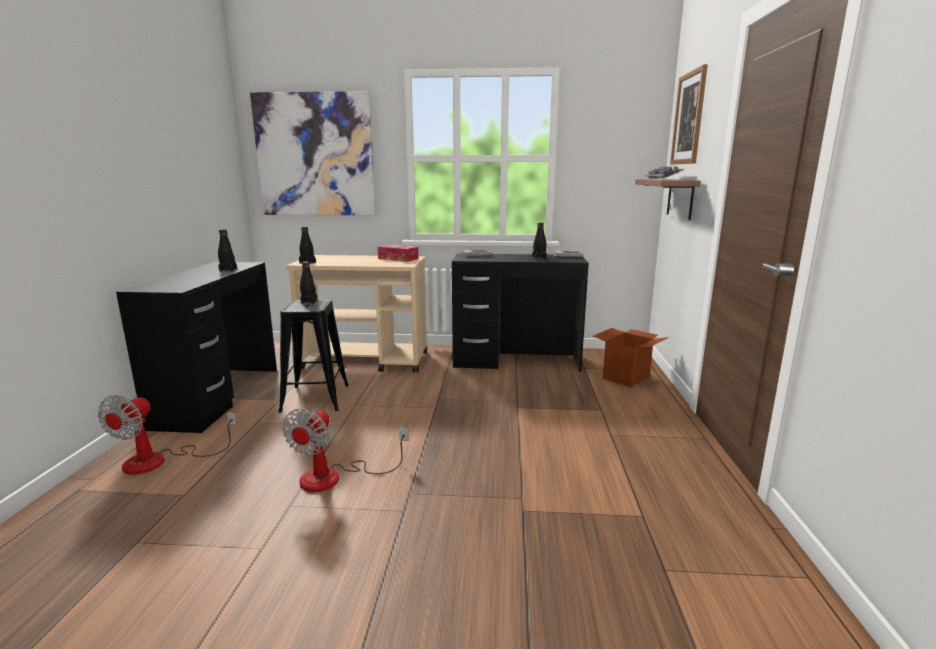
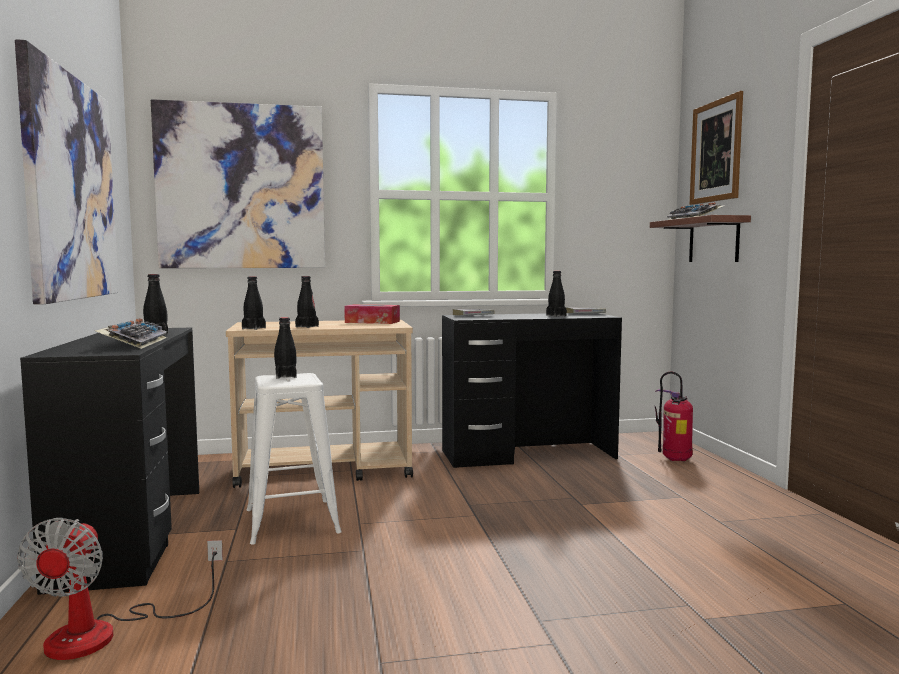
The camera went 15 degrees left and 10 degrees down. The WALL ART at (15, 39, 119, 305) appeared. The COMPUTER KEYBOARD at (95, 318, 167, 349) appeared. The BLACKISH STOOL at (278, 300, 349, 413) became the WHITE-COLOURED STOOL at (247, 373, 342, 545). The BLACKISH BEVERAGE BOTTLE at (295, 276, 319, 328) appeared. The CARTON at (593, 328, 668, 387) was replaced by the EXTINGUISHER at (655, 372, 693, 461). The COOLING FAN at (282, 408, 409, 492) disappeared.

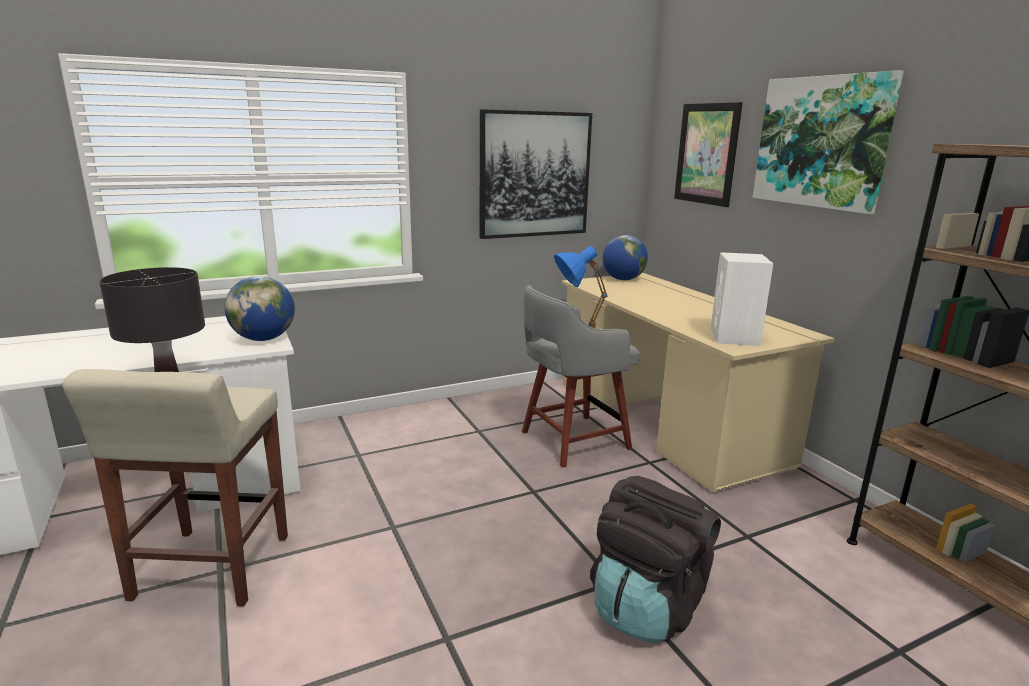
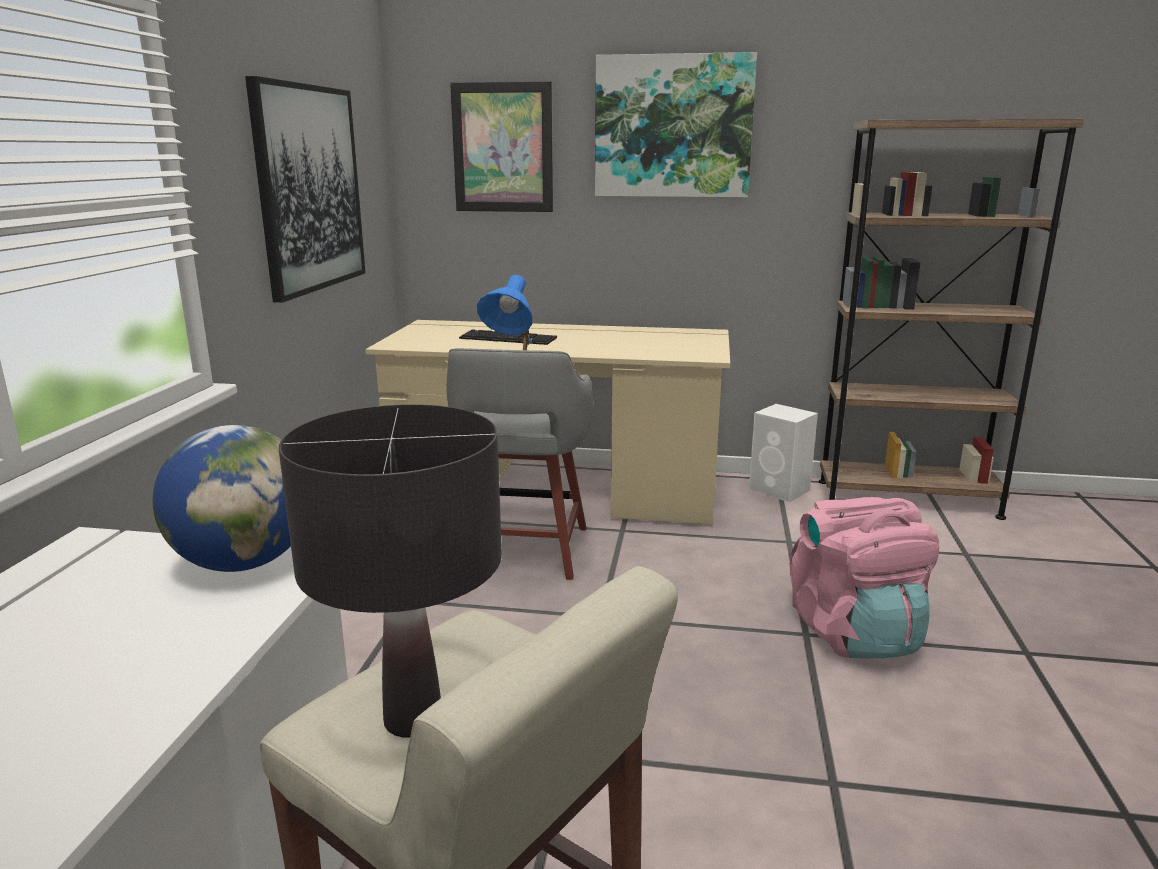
The camera went 55 degrees left and 0 degrees up. The COMPUTER KEYBOARD at (459, 329, 557, 345) appeared. The WHITE-COLOURED LOUDSPEAKER moved from (710, 252, 773, 346) to (749, 404, 818, 502). The BLACKISH RUCKSACK at (590, 476, 721, 643) became the PINKISH RUCKSACK at (790, 497, 939, 658). The DESK GLOBE at (602, 235, 648, 280) disappeared.

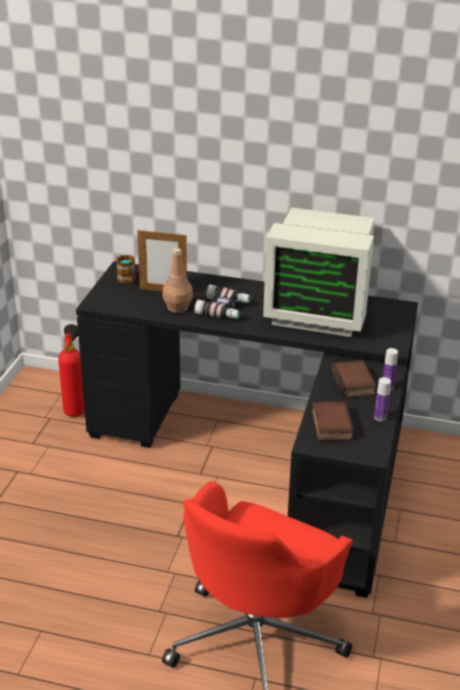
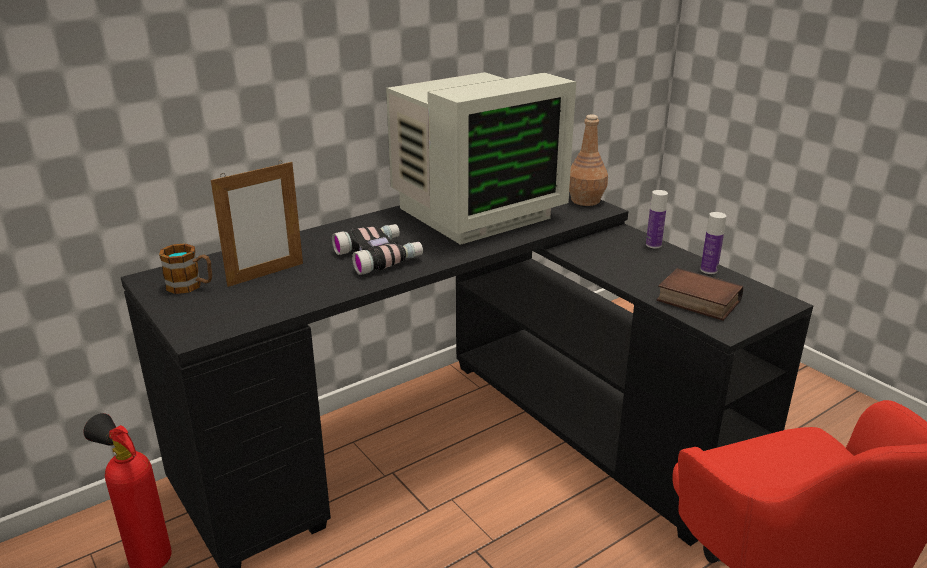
The camera went 50 degrees left and 5 degrees down. The BROWN-COLOURED BEVERAGE BOTTLE moved from (163, 248, 193, 313) to (569, 115, 608, 206). The BOOK at (331, 360, 376, 398) disappeared.

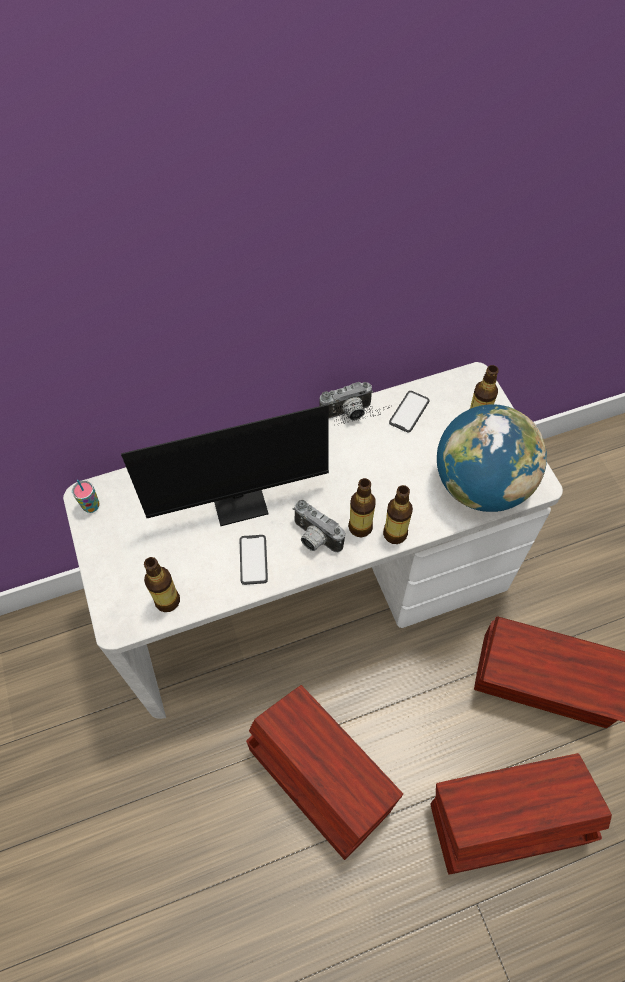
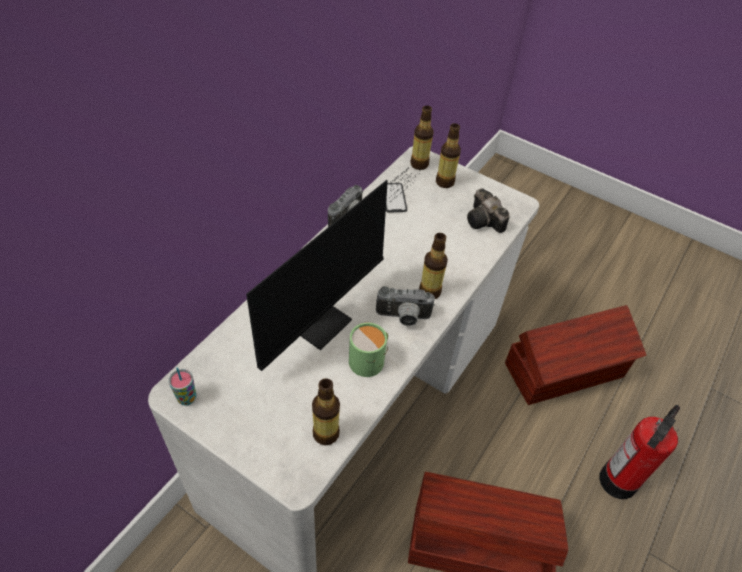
The camera went 40 degrees left and 10 degrees down. The PHONE at (240, 535, 268, 585) was replaced by the GREEN COFFEE MUG at (349, 323, 388, 377). The BEVERAGE BOTTLE moved from (383, 485, 413, 544) to (410, 106, 434, 170). The DESK GLOBE at (437, 404, 547, 512) was replaced by the PHOTO CAMERA at (467, 188, 510, 233). The BROWN-COLOURED STORAGE BOX at (430, 753, 612, 875) was replaced by the EXTINGUISHER at (599, 405, 680, 499).

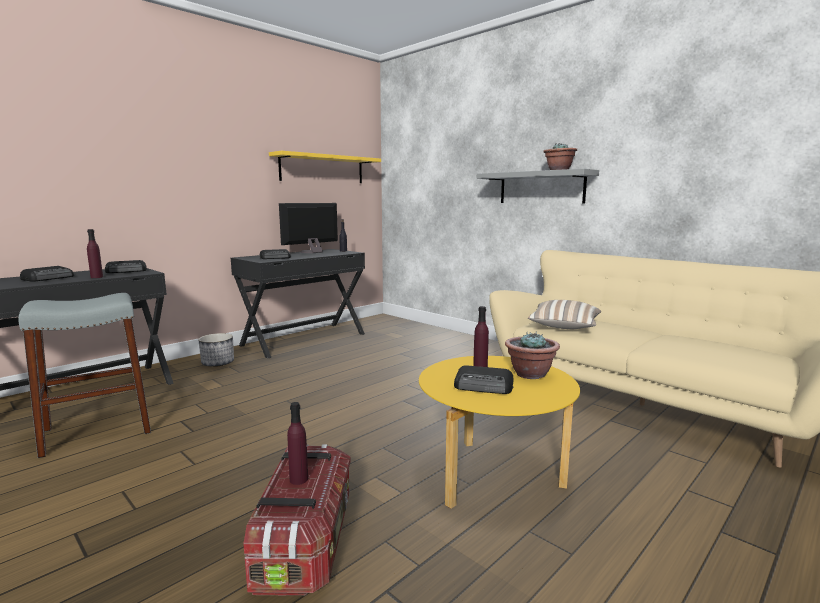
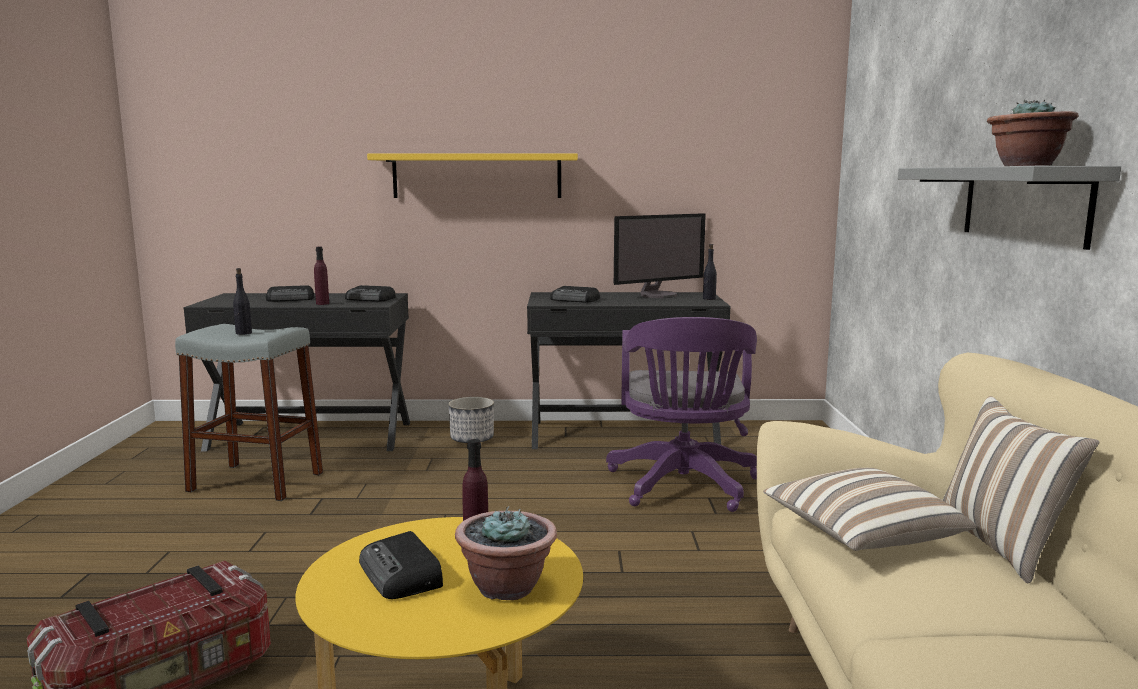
The camera went 45 degrees right and 0 degrees up. The BLACKISH BEVERAGE BOTTLE at (233, 268, 252, 335) appeared. The YELLOW SHELF moved from (269, 151, 381, 183) to (367, 154, 578, 198). The PURPLE-COLOURED DESK CHAIR at (606, 317, 757, 512) appeared. The COMPUTER SCREEN at (279, 203, 338, 253) turned 150 degrees clockwise. The THROW PILLOW at (943, 396, 1100, 583) appeared. The PURPLE-COLOURED BEVERAGE BOTTLE at (287, 402, 308, 485) disappeared.

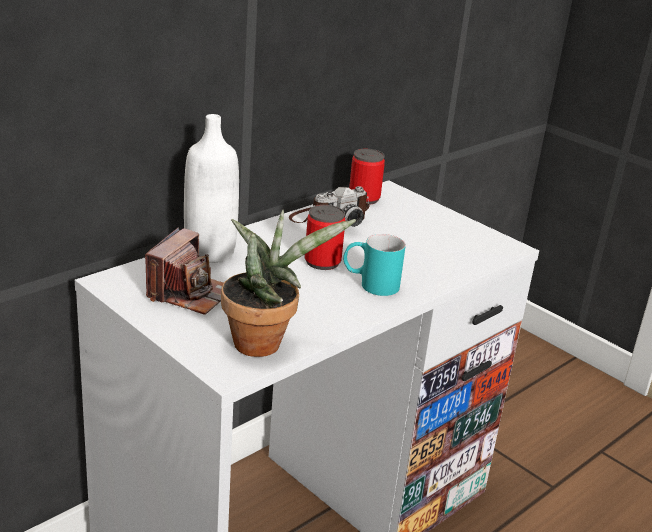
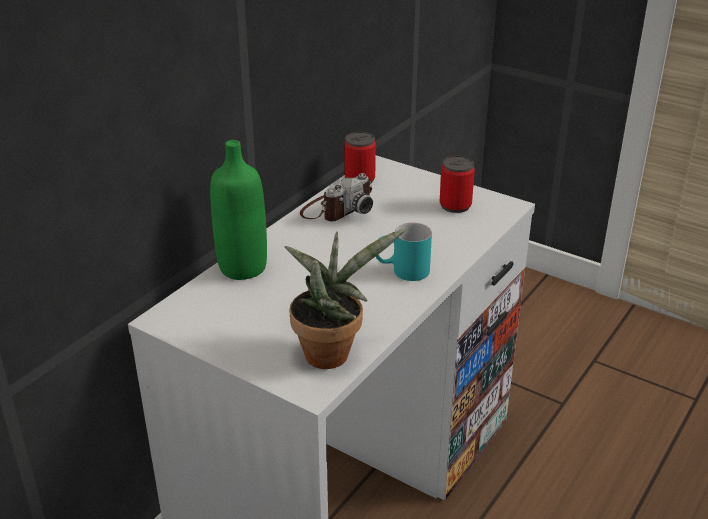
The camera went 10 degrees left and 5 degrees up. The WHITE-COLOURED BEVERAGE BOTTLE at (184, 114, 239, 263) became the GREEN BEVERAGE BOTTLE at (210, 140, 267, 280). The SEALED CAN moved from (305, 205, 346, 270) to (440, 156, 475, 213). The PHOTO CAMERA at (145, 227, 224, 315) disappeared.

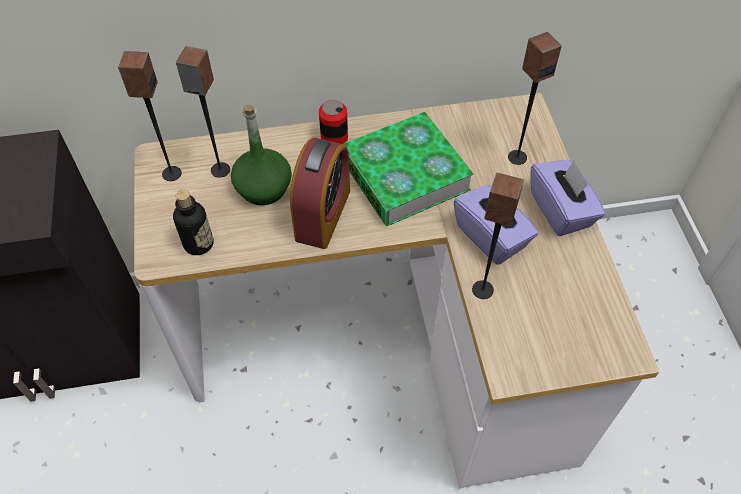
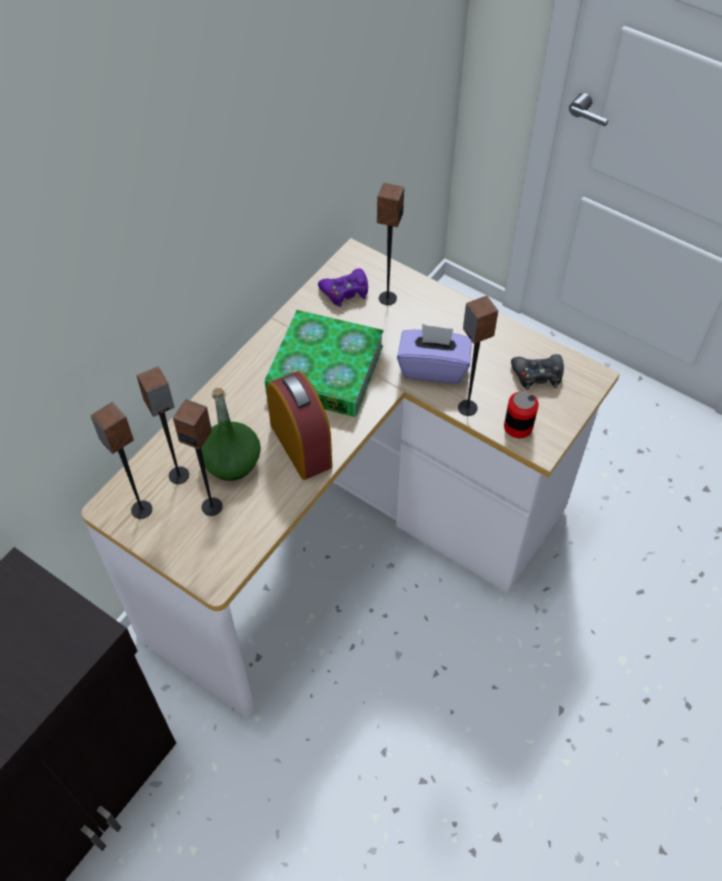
The camera went 45 degrees left and 0 degrees up. The LOUDSPEAKER at (173, 399, 223, 516) appeared. The PURPLE-COLOURED JOYPAD at (318, 269, 368, 307) appeared. The SEALED CAN moved from (319, 100, 348, 144) to (504, 391, 539, 438). The BLACKISH JOYPAD at (511, 354, 564, 390) appeared. The BEVERAGE BOTTLE at (173, 190, 213, 255) disappeared. The PURPLE-COLOURED BOX OF TISSUES at (530, 159, 605, 236) disappeared.

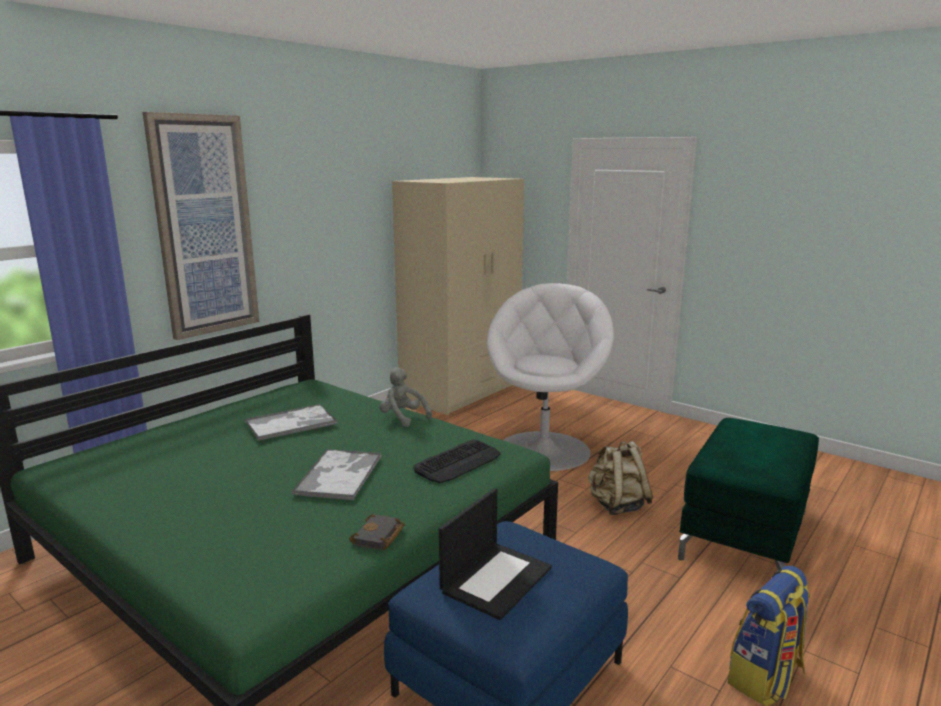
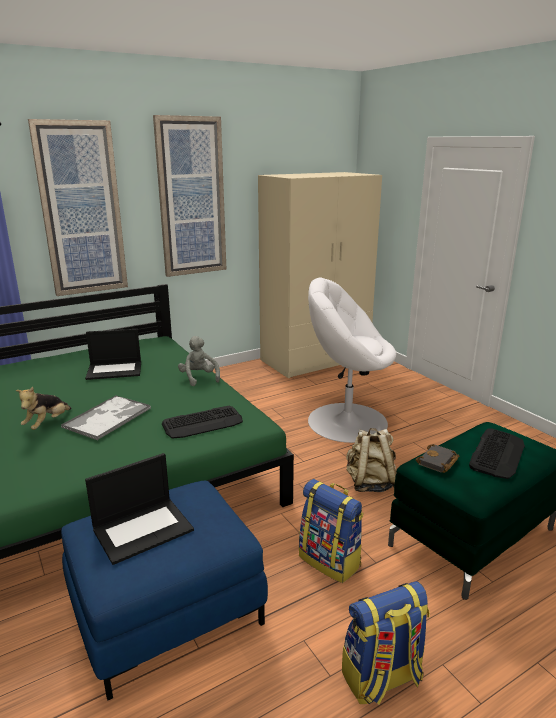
The camera went 20 degrees right and 5 degrees up. The PLUSH TOY at (16, 387, 72, 430) appeared. The TRAY at (245, 404, 338, 441) was replaced by the NOTEBOOK COMPUTER at (85, 329, 141, 380). The WALL ART at (153, 115, 226, 277) appeared. The RUCKSACK at (299, 479, 364, 583) appeared. The WHITE-COLOURED LOUNGE CHAIR at (487, 283, 614, 471) turned 120 degrees counterclockwise. The BLACKISH BOOK moved from (349, 514, 405, 550) to (415, 444, 459, 473). The COMPUTER KEYBOARD at (469, 429, 525, 479) appeared.

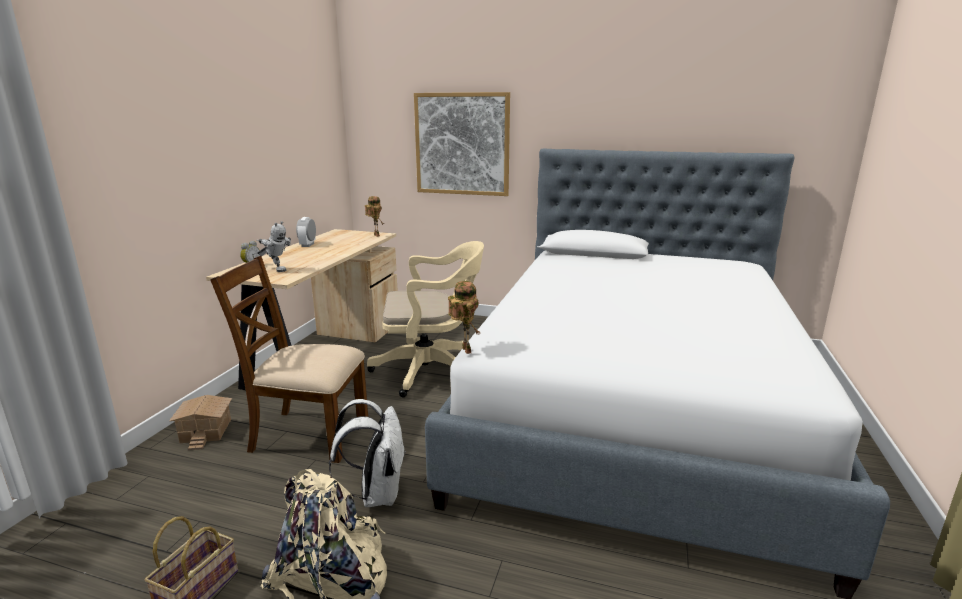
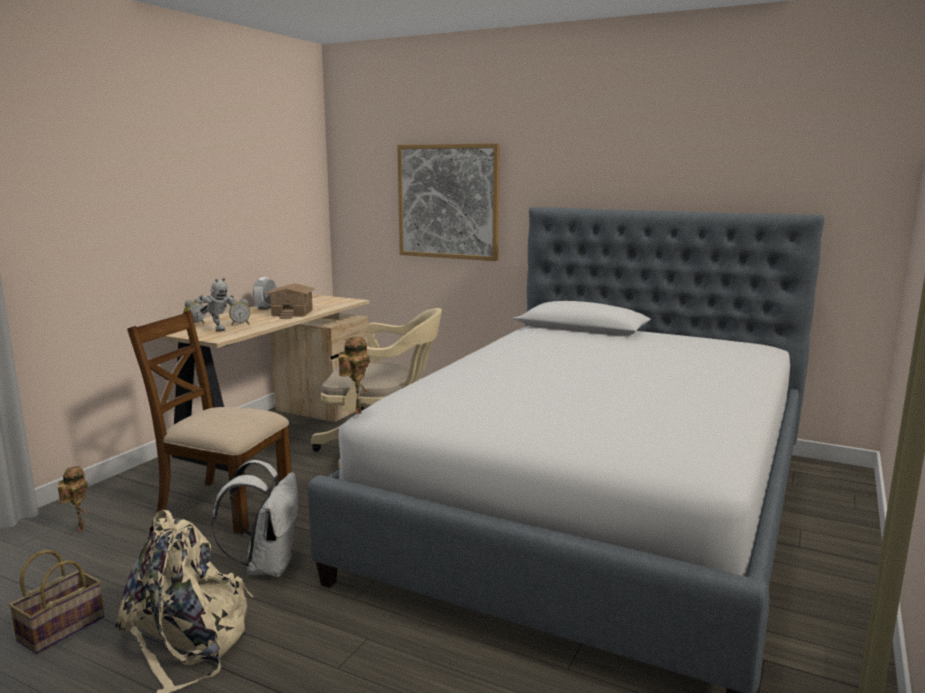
The camera went 10 degrees right and 5 degrees down. The ROBOT FIGURE moved from (365, 196, 384, 237) to (57, 466, 88, 532). The BEDSIDE CLOCK at (229, 299, 250, 326) appeared. The MINIATURE HOUSE moved from (169, 395, 232, 450) to (266, 283, 315, 319).

